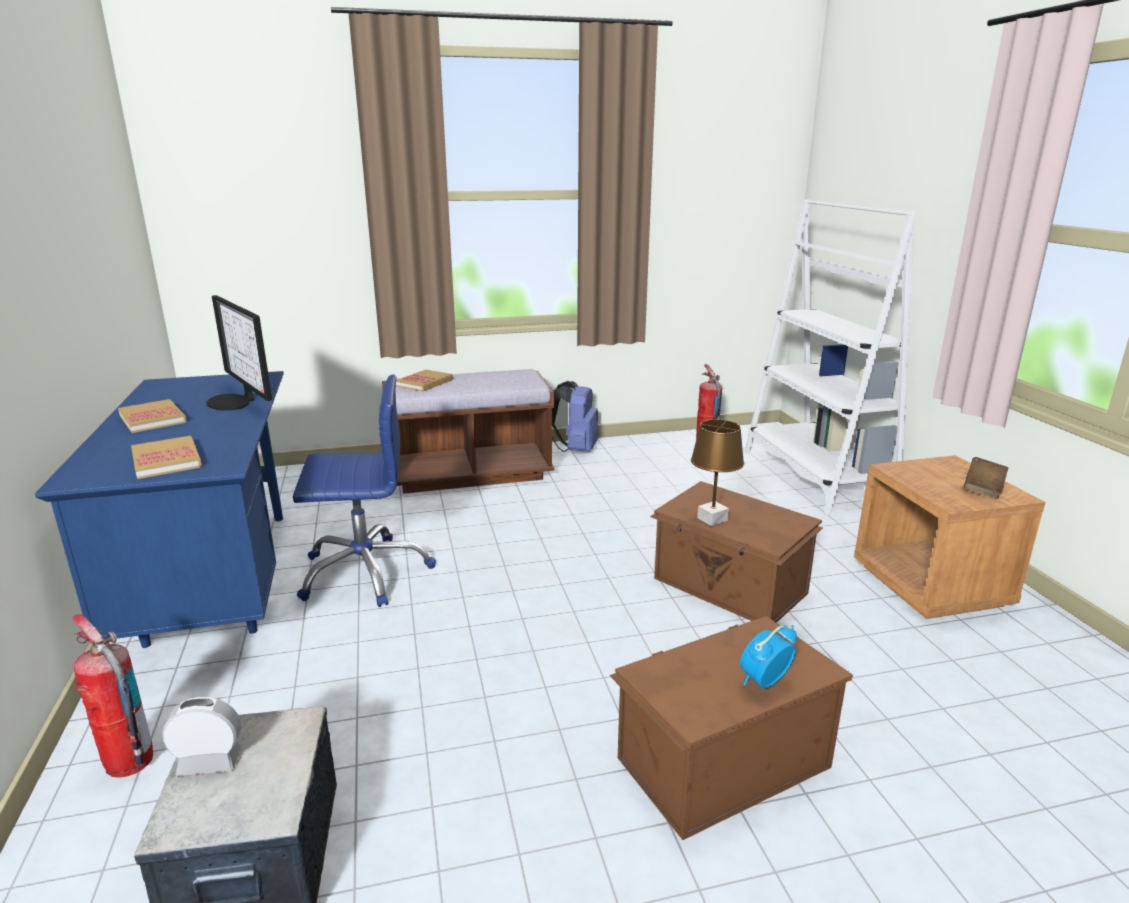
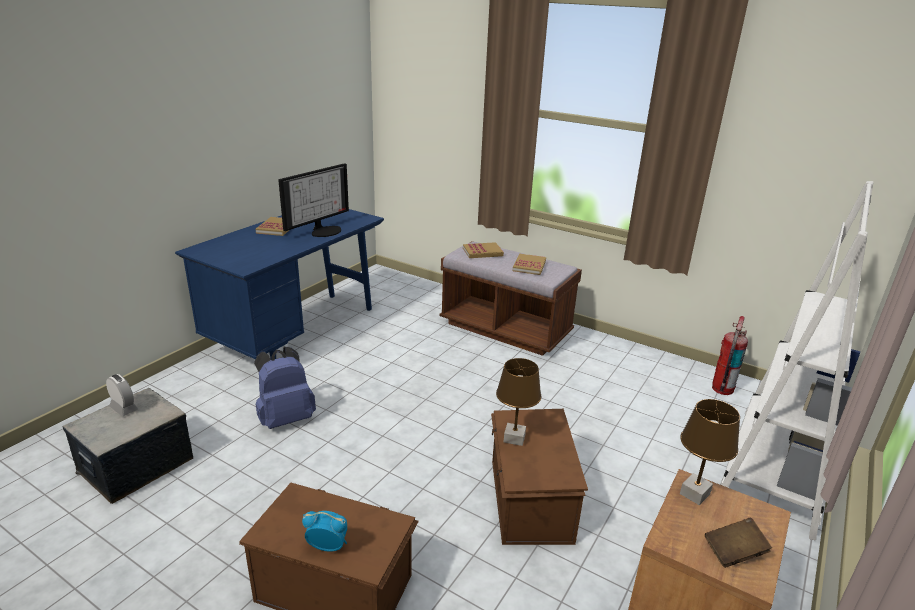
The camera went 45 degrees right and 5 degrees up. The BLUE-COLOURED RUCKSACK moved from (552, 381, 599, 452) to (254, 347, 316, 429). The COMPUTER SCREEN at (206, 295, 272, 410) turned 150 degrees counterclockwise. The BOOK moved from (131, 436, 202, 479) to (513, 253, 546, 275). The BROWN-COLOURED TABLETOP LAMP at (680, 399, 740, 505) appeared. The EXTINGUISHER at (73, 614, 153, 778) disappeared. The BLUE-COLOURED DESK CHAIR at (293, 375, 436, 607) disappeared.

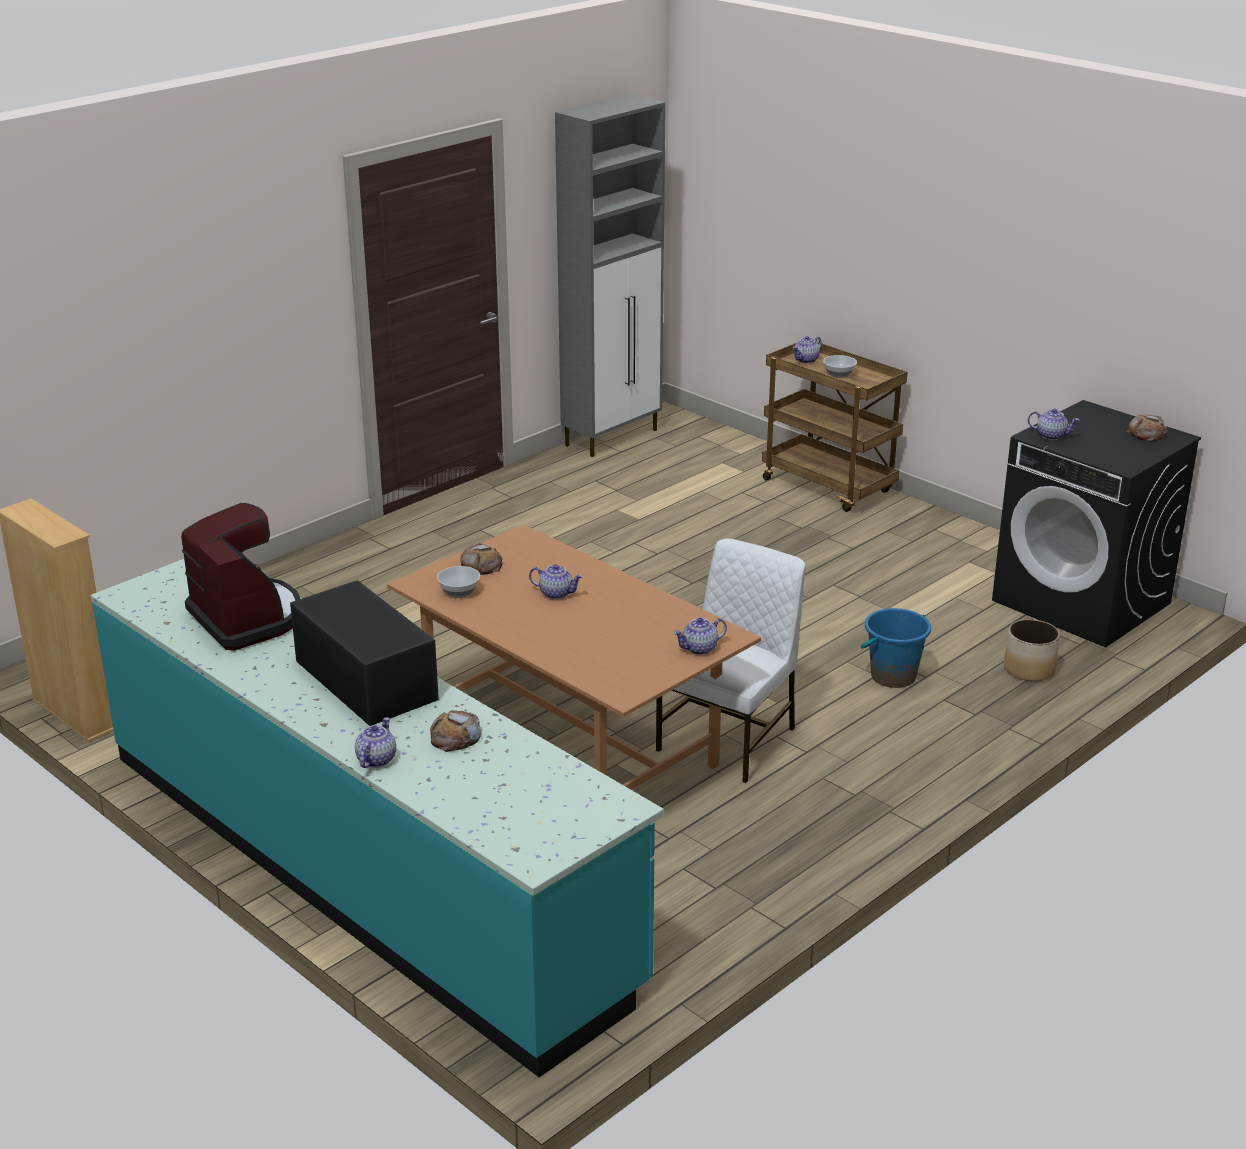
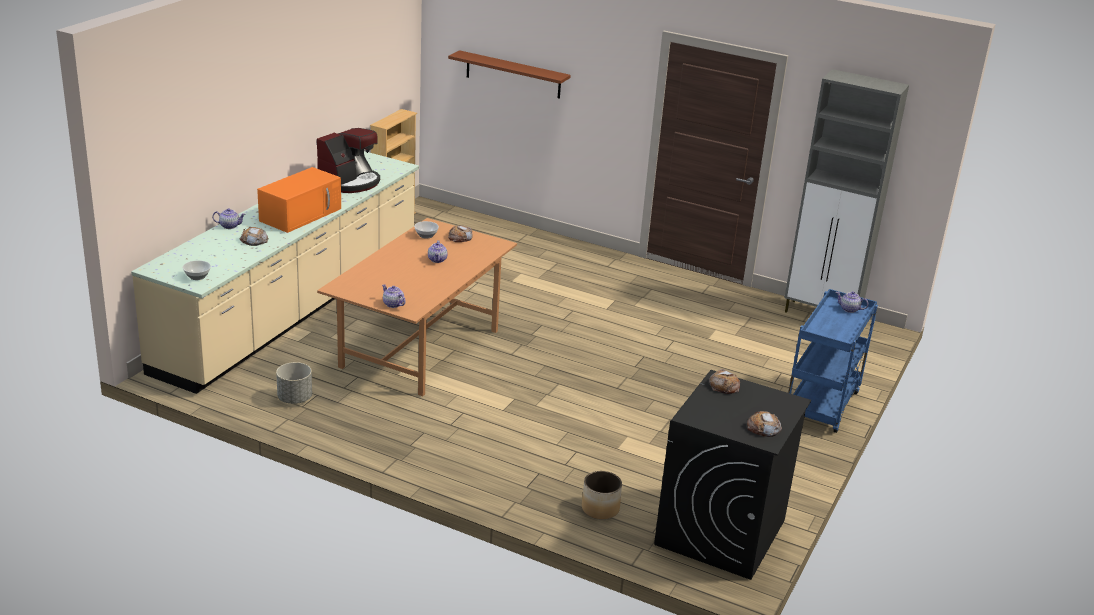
The camera went 70 degrees right and 0 degrees up. The BLUE-GREEN KITCHEN COUNTER at (90, 559, 664, 1077) became the SAND-COLOURED KITCHEN COUNTER at (131, 151, 419, 394). The DEEP DISH moved from (823, 355, 857, 378) to (183, 260, 211, 280). The BLACKISH MICROWAVE OVEN at (290, 580, 439, 726) became the ORANGE MICROWAVE OVEN at (257, 167, 341, 233). The GREYISH PLANT POT at (276, 362, 312, 404) appeared. The BROWN-COLOURED SHELF at (448, 50, 571, 99) appeared. The TEA POT at (1028, 409, 1079, 440) was replaced by the BREAD at (709, 369, 740, 394). The BROWN-COLOURED TROLLEY at (762, 341, 908, 512) became the BLUE-COLOURED TROLLEY at (788, 289, 878, 433). The WHITE-COLOURED UPRIGHT CHAIR at (656, 538, 806, 783) disappeared. The BLUE-COLOURED WATER BUCKET at (860, 608, 931, 688) disappeared.

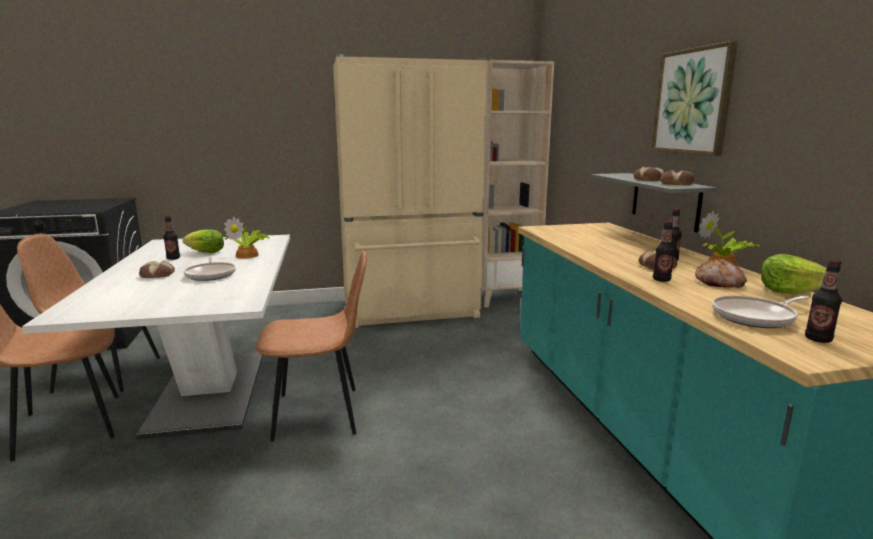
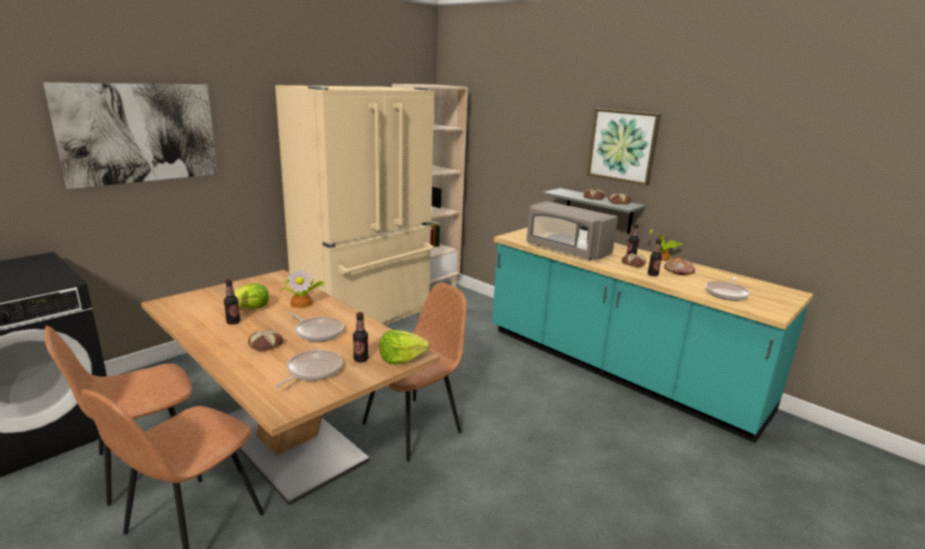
The camera went 35 degrees left and 5 degrees up. The WALL ART at (43, 83, 218, 189) appeared. The WHITE-COLOURED DINNER TABLE at (22, 235, 290, 439) became the BROWN-COLOURED DINNER TABLE at (141, 270, 440, 505). The PAN at (275, 350, 342, 388) appeared. The BEVERAGE BOTTLE moved from (805, 260, 842, 343) to (353, 312, 368, 362). The LETTUCE HEAD moved from (761, 254, 826, 294) to (380, 330, 430, 365). The GREYISH MICROWAVE OVEN at (526, 201, 618, 260) appeared.

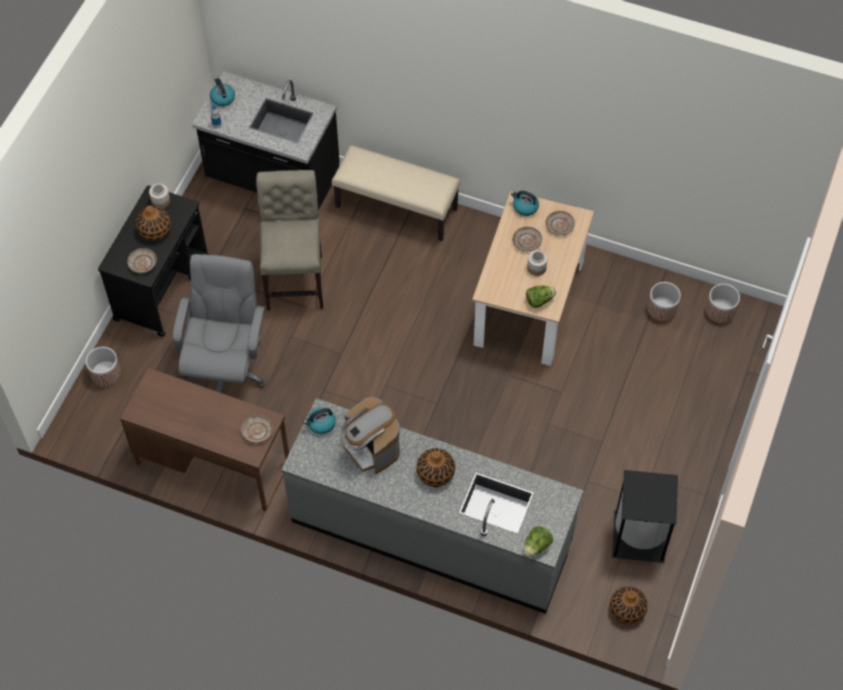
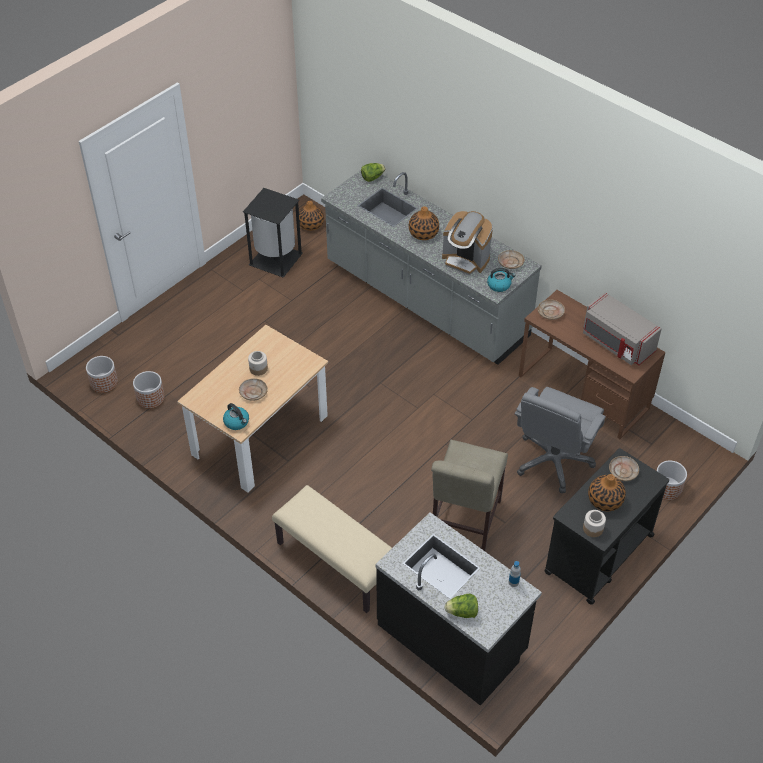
The camera went 160 degrees left and 10 degrees down. The COFFEE MAKER at (340, 397, 400, 474) turned 135 degrees clockwise. The LETTUCE HEAD moved from (526, 285, 556, 308) to (445, 594, 478, 618). The SAND-COLOURED FLAT DISH moved from (545, 211, 575, 235) to (498, 250, 525, 269). The GREYISH MICROWAVE OVEN at (583, 292, 662, 365) appeared. The KETTLE at (210, 78, 235, 106) disappeared.

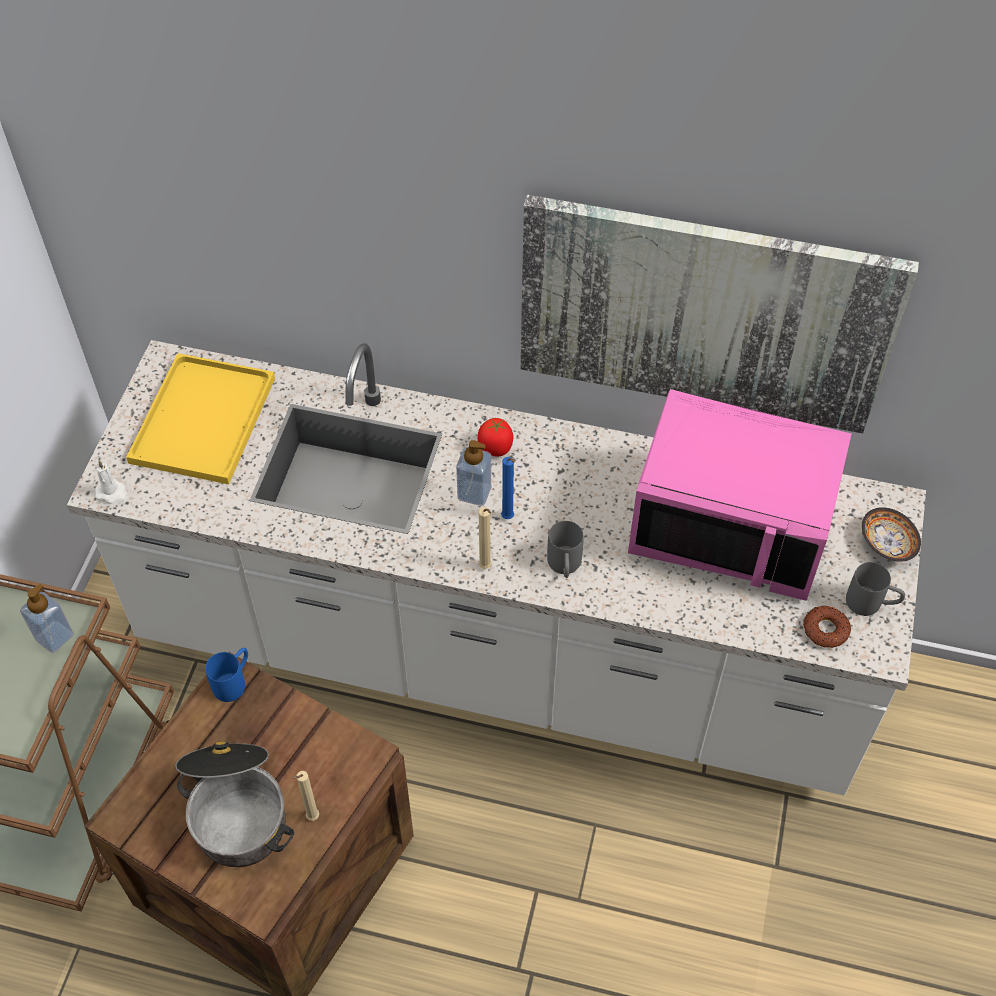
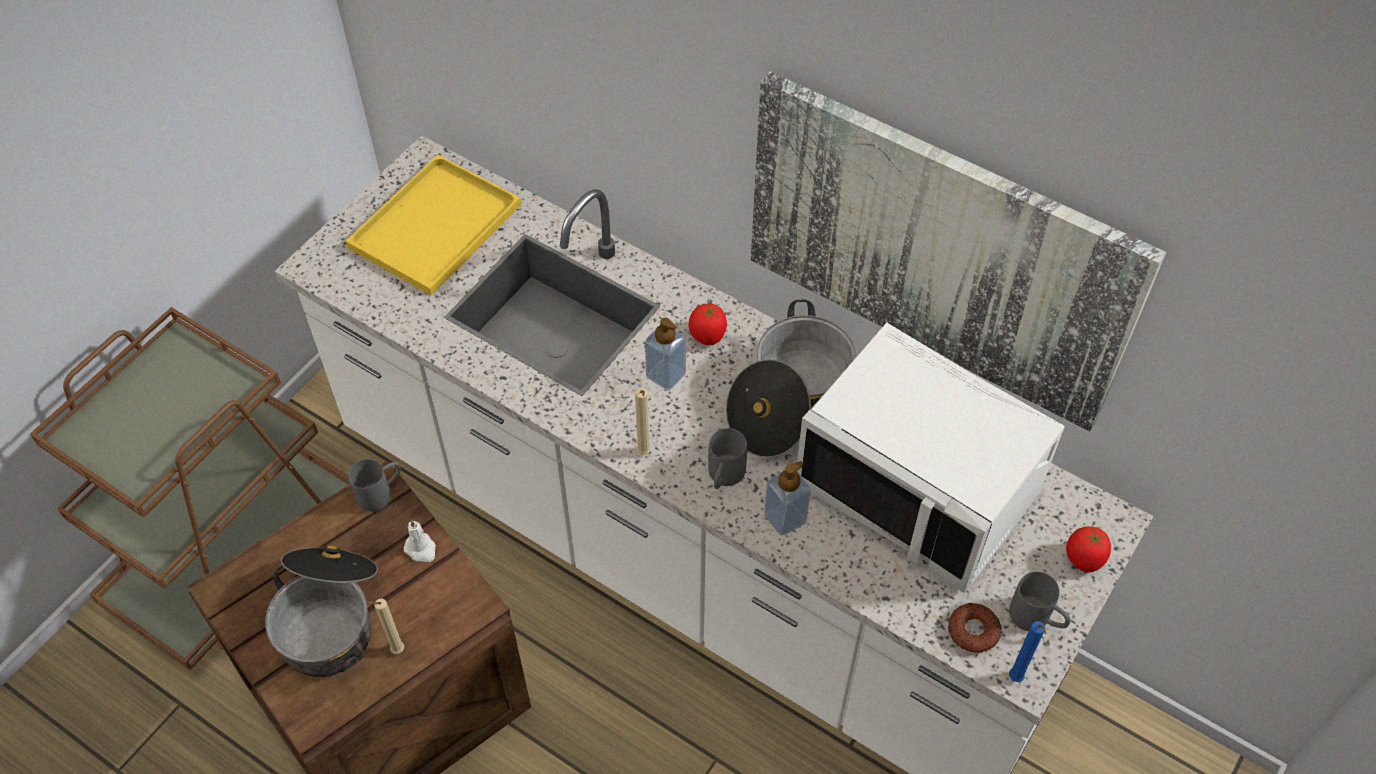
The camera went 20 degrees right and 0 degrees up. The BLUE-COLOURED COFFEE MUG at (205, 648, 248, 702) became the GREYISH COFFEE MUG at (348, 459, 401, 512). The WHITE-COLOURED WAX LIGHT moved from (95, 460, 128, 504) to (404, 519, 436, 562). The STOCKPOT at (726, 299, 856, 458) appeared. The SOAP BOTTLE moved from (20, 584, 74, 653) to (764, 461, 811, 535). The PINKISH MICROWAVE OVEN at (628, 389, 852, 601) became the WHITE-COLOURED MICROWAVE OVEN at (797, 323, 1065, 593). The BLUE-COLOURED WAX LIGHT moved from (501, 457, 515, 519) to (1009, 621, 1046, 682). The DEEP DISH at (862, 507, 921, 562) was replaced by the WHOLE TOMATO at (1066, 526, 1111, 572).

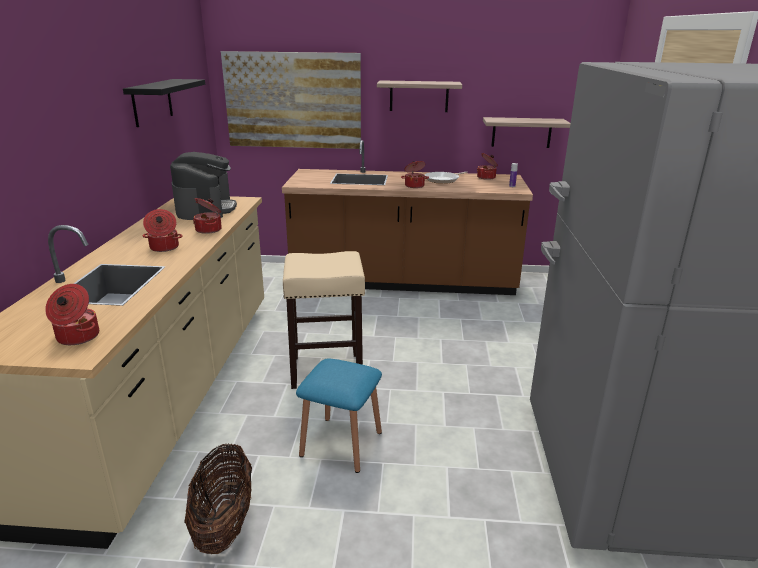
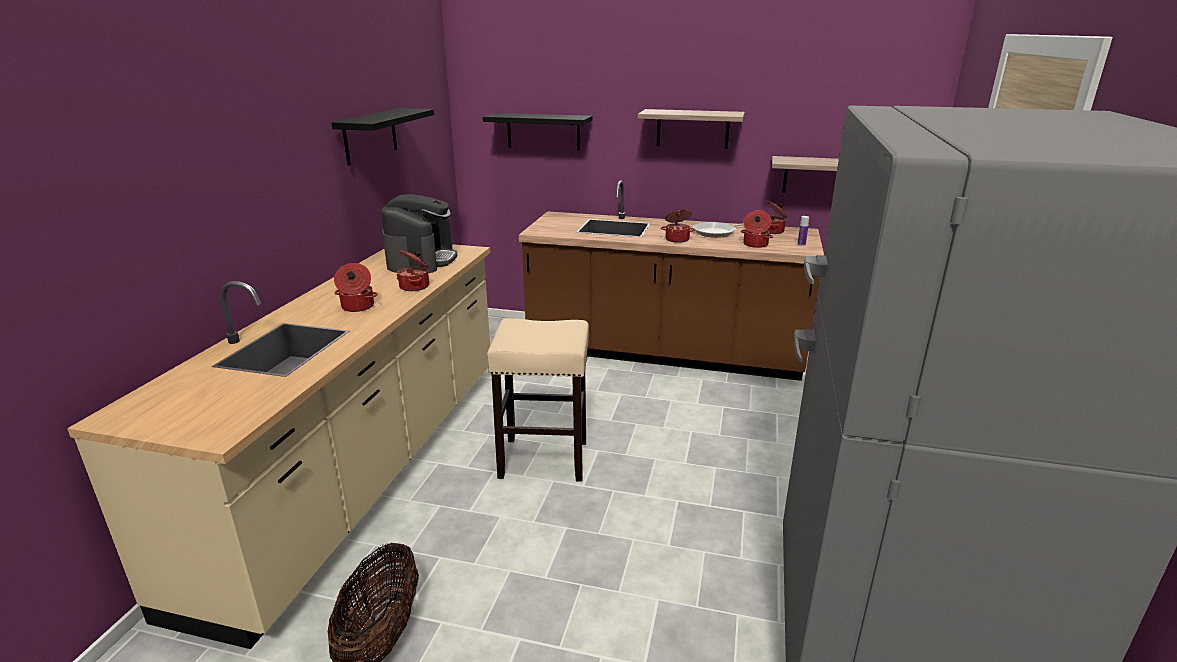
The camera went 10 degrees right and 0 degrees up. The WALL ART at (221, 51, 361, 149) was replaced by the BLACKISH SHELF at (483, 113, 592, 151). The STOCKPOT moved from (45, 284, 99, 345) to (741, 210, 773, 248). The BLUE-COLOURED STOOL at (296, 359, 382, 473) disappeared.

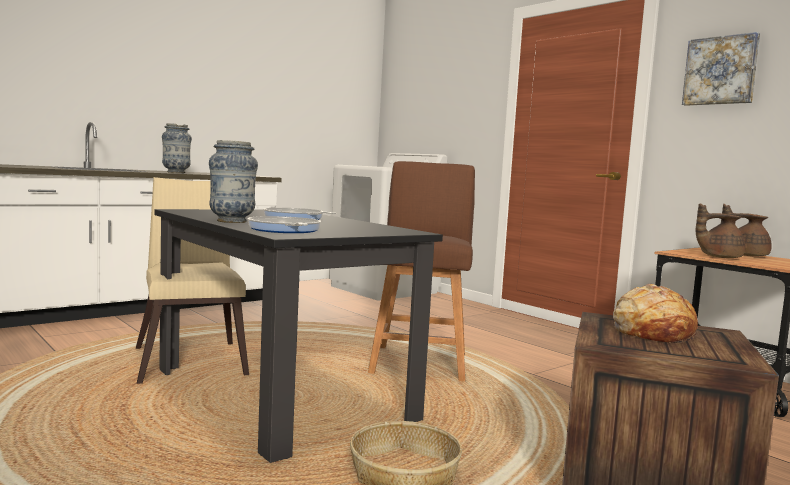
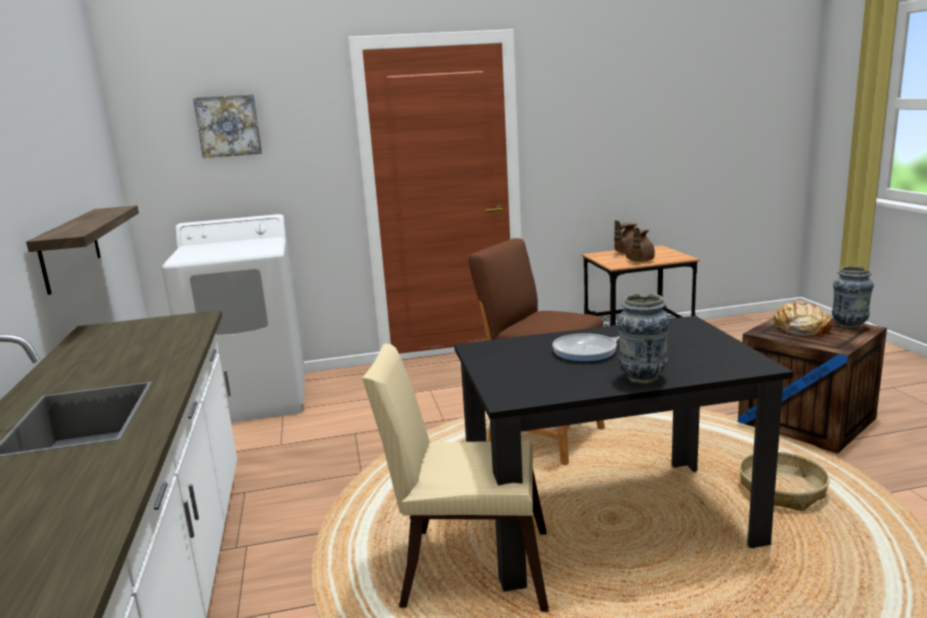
The camera went 60 degrees left and 10 degrees up. The SHELF at (26, 205, 139, 295) appeared. The WALL ART moved from (682, 32, 760, 106) to (193, 94, 262, 158). The DECORATIVE VASE moved from (162, 123, 192, 173) to (832, 266, 874, 329). The PAN at (248, 216, 321, 233) disappeared.

